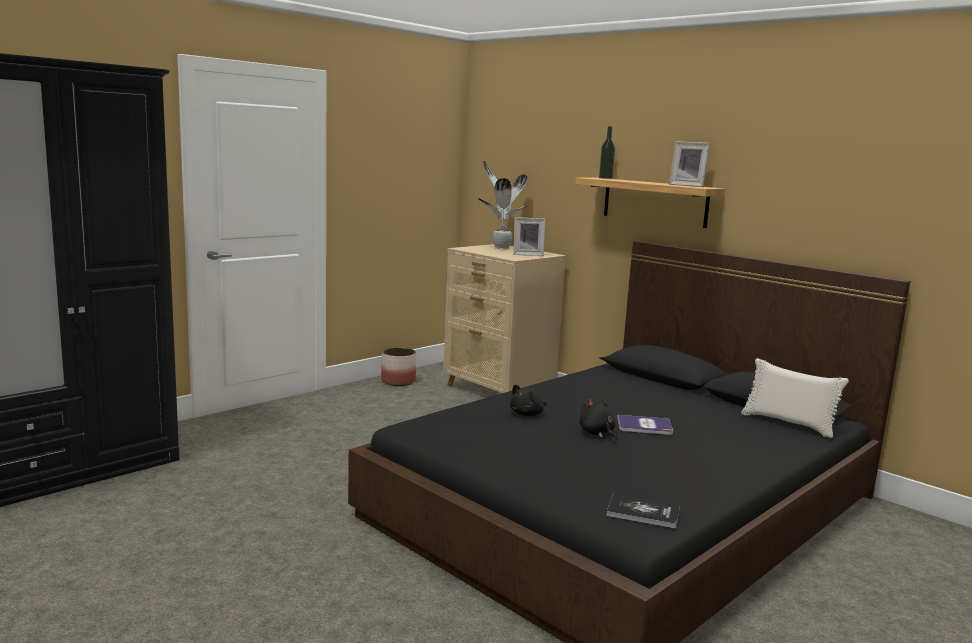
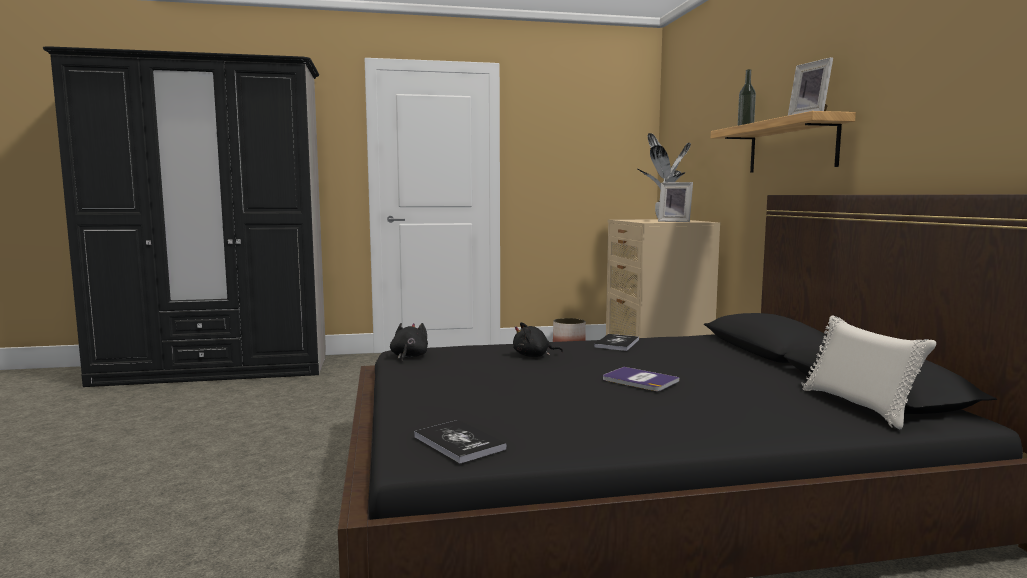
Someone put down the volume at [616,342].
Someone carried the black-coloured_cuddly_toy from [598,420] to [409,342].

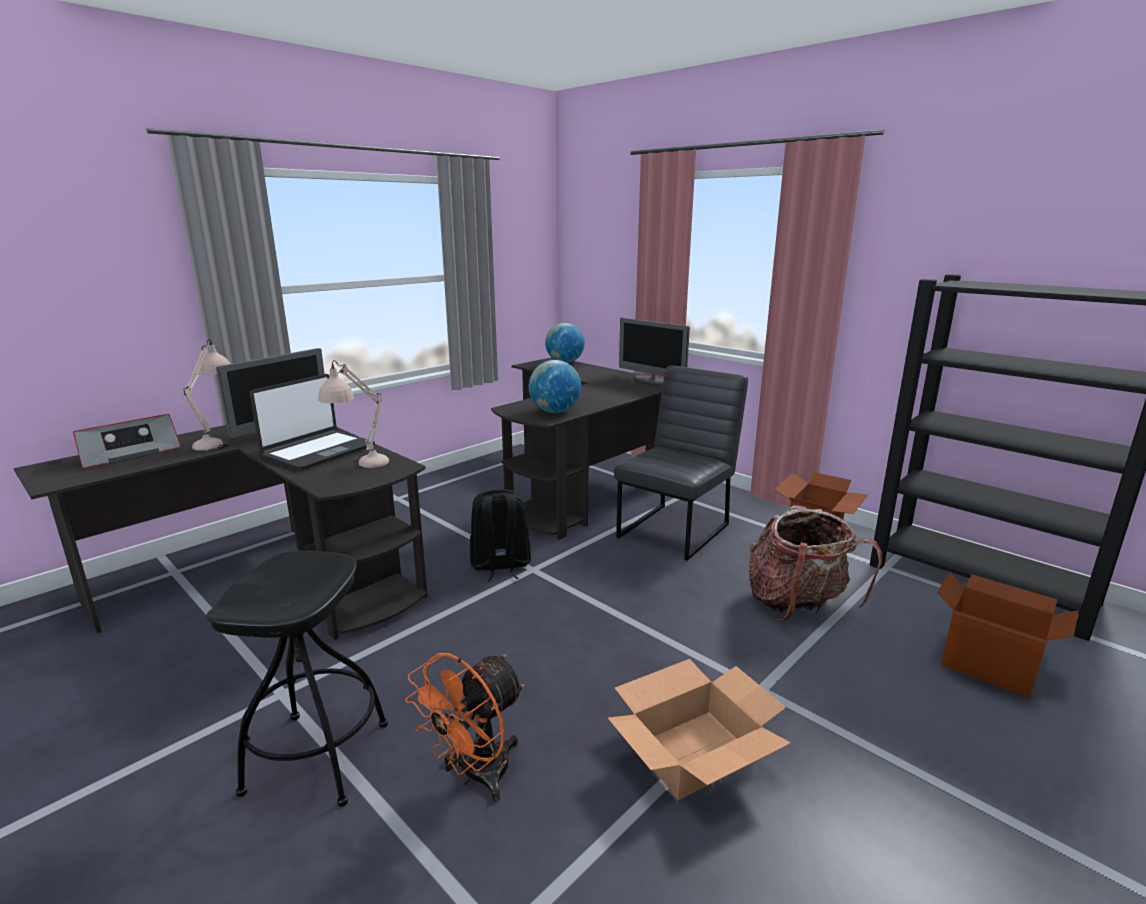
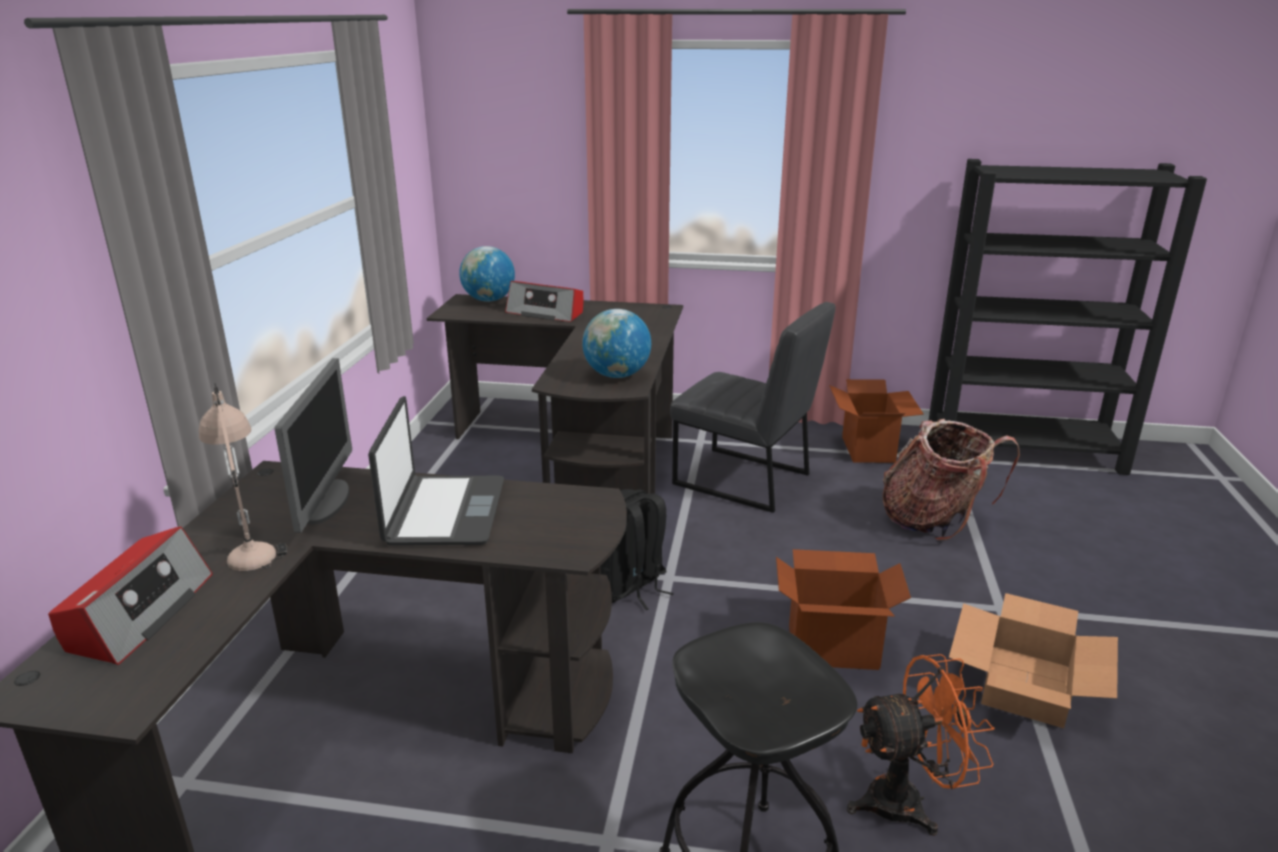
Someone took away the beige_tabletop_lamp at [353,414].
Someone took away the computer_display at [654,351].
Someone put down the radio at [544,301].
Someone carried the packing_box from [1008,635] to [843,609].
Someone rotated the orange-coloured_electric_fan at [465,727] by 105 degrees counterclockwise.
Someone rotated the gray_plain_chair at [681,463] by 120 degrees clockwise.

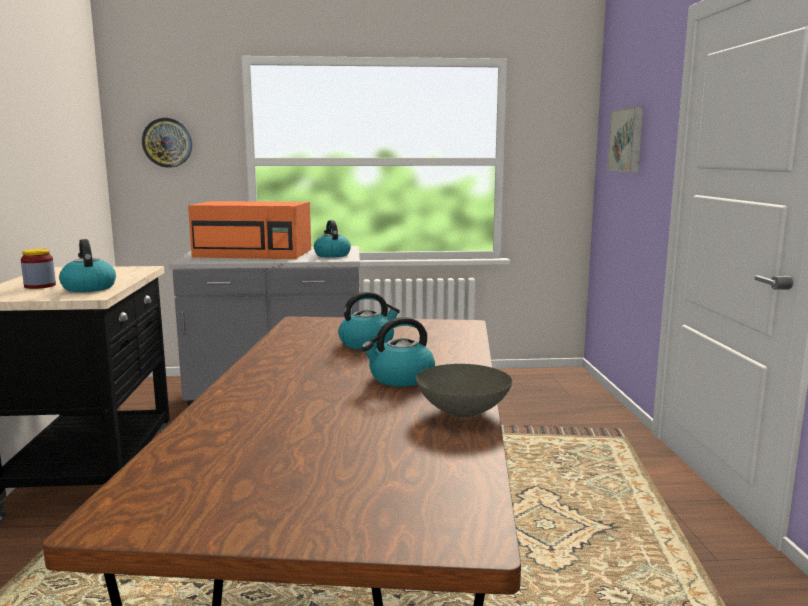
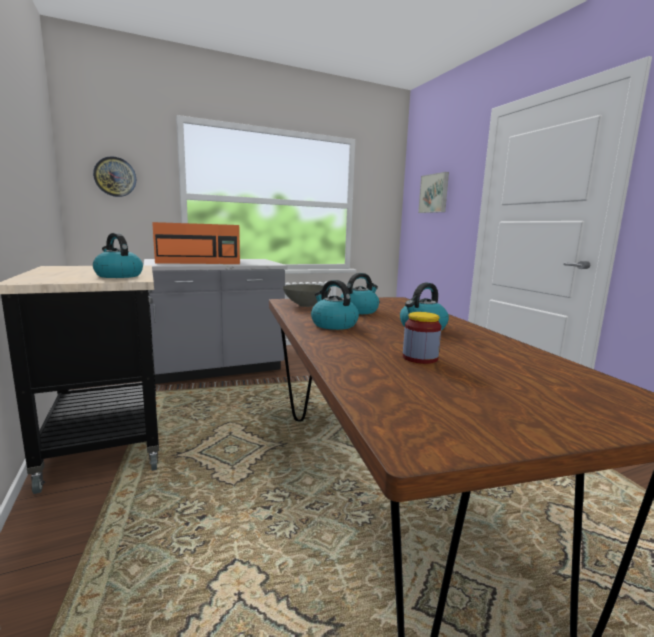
Someone carried the jar from [38,269] to [422,338].
Someone carried the kettle from [332,239] to [335,305].
Someone carried the gray_deep_dish from [464,391] to [307,295].

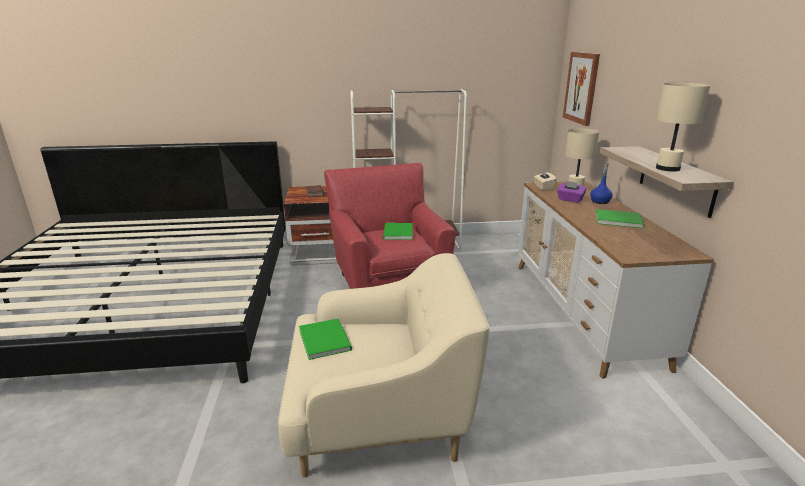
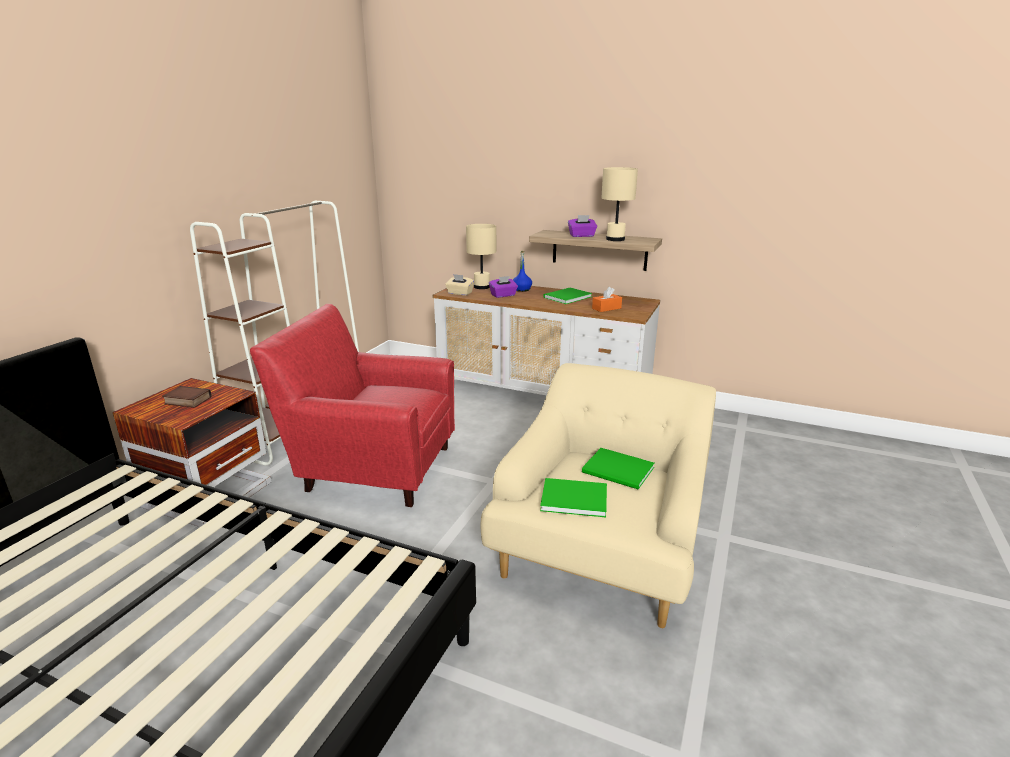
Someone took away the wall_picture at [581,89].
Someone put down the purple_tissue_box at [582,226].
Someone put down the orange-coloured_tissue_box at [607,299].
Someone carried the green_volume from [398,231] to [618,469].

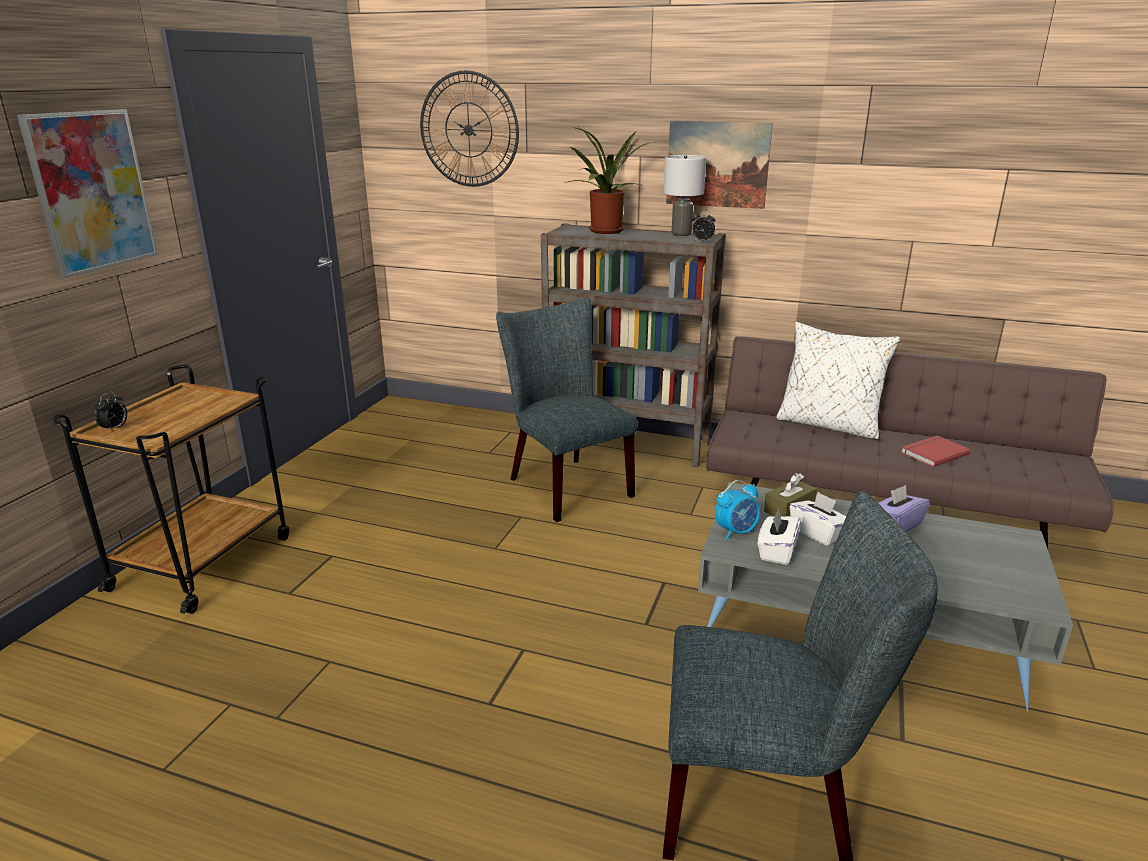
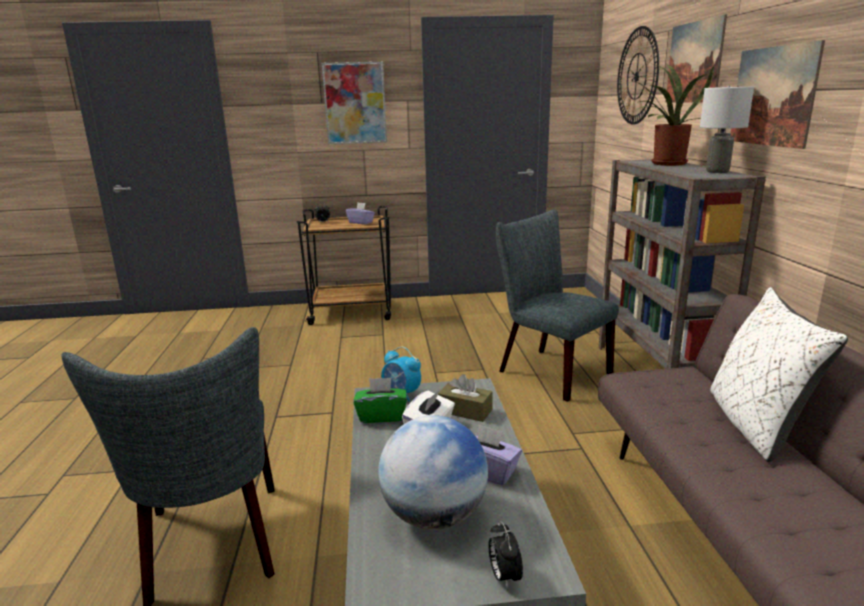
Someone took away the reddish_volume at [936,451].
Someone put down the purple_tissue_box at [360,213].
Someone put down the desk_globe at [433,472].
Someone put up the wall_picture at [696,58].
Someone carried the table_clock from [703,226] to [505,555].
Someone repainted the white-coloured_tissue_box at [779,536], which became the green_tissue_box at [380,400].
Someone rotated the gray_plain_chair at [566,409] by 75 degrees counterclockwise.

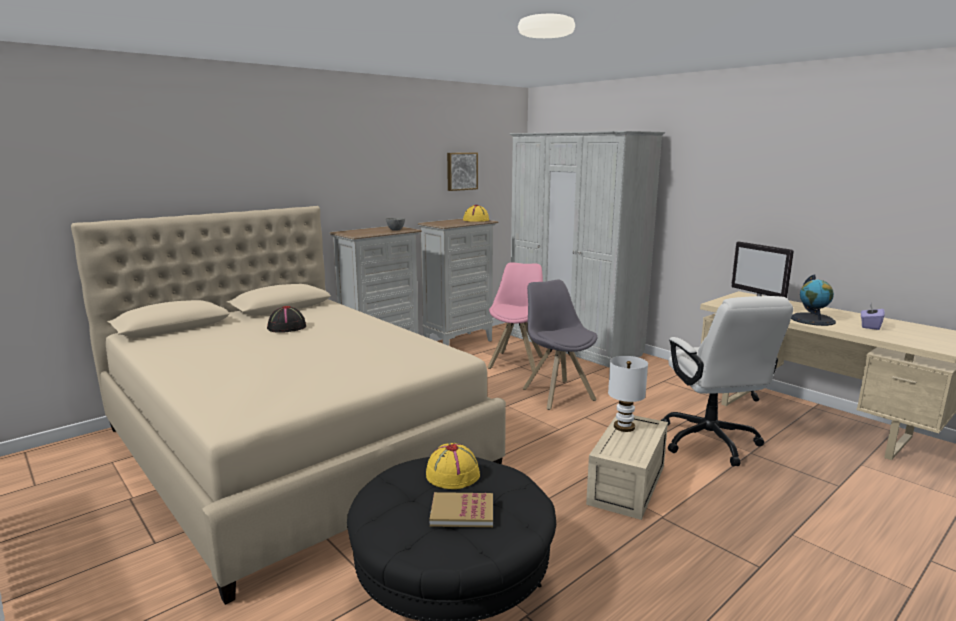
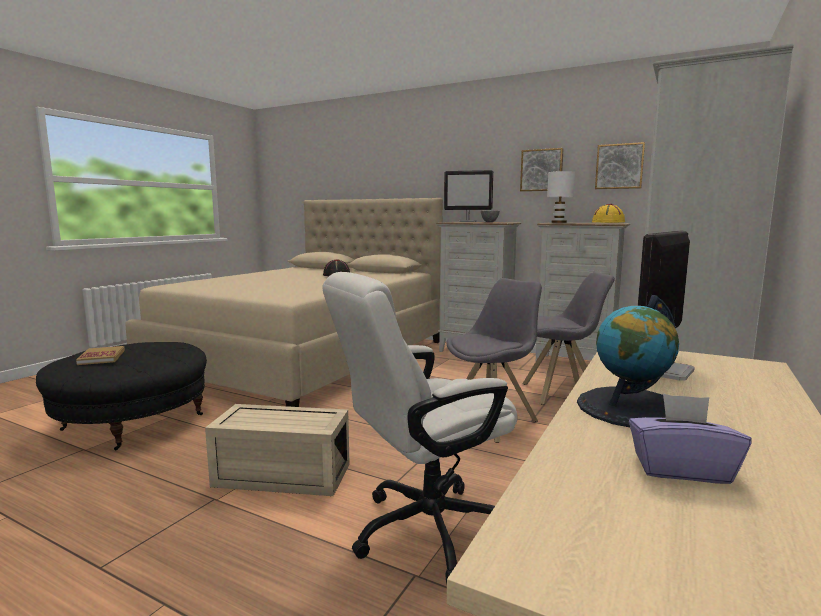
Someone took away the yellowish_clothing_hat at [453,466].
Someone put down the computer_display at [468,196].
Someone put up the wall_picture at [542,170].
Someone carried the white-coloured_tabletop_lamp from [628,394] to [561,197].
Someone repainted the pink-coloured_plain_chair at [515,317], which became the gray_plain_chair at [568,338].

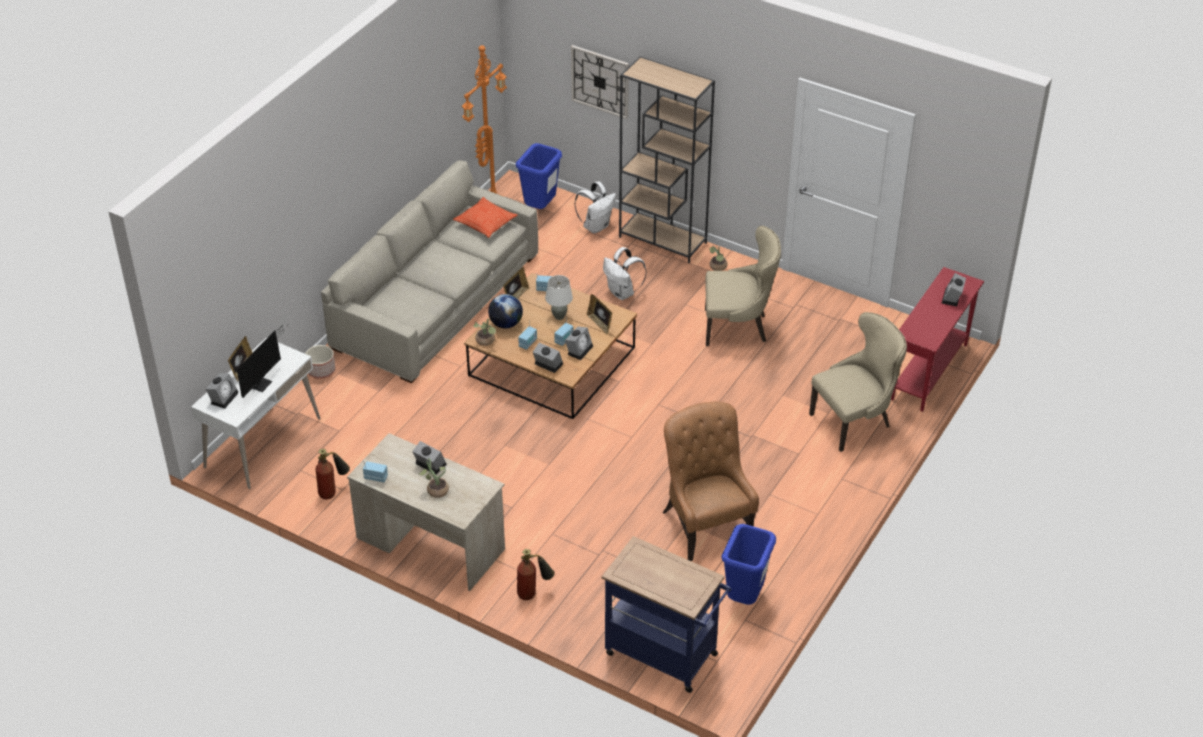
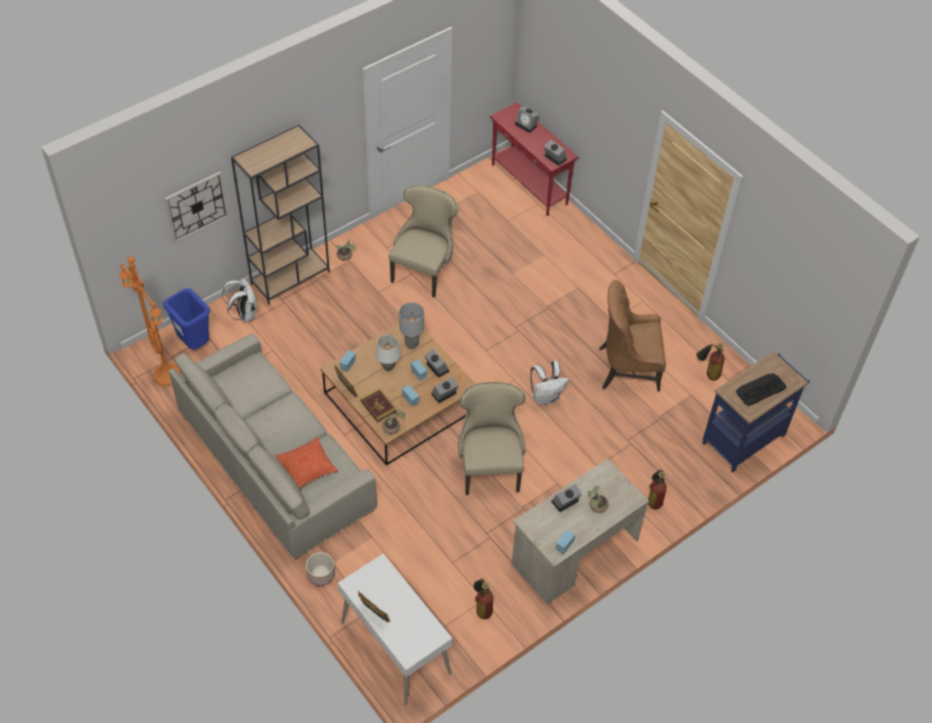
Someone took away the computer_display at [262,361].
Someone put down the PC_keyboard at [761,389].
Someone carried the table_clock from [222,391] to [555,153].
Someone carried the orange-coloured_cushion from [485,217] to [306,462].
Someone carried the white-coloured_backpack from [625,273] to [549,383].
Someone carried the beige_plain_chair from [858,382] to [492,438].
Someone swapped the desk_globe at [505,311] for the volume at [378,405].
Someone swapped the picture_frame at [599,314] for the gray_tabletop_lamp at [411,325].
Someone swapped the blue_waste_bin at [749,564] for the fire-fighting_cylinder at [710,361].

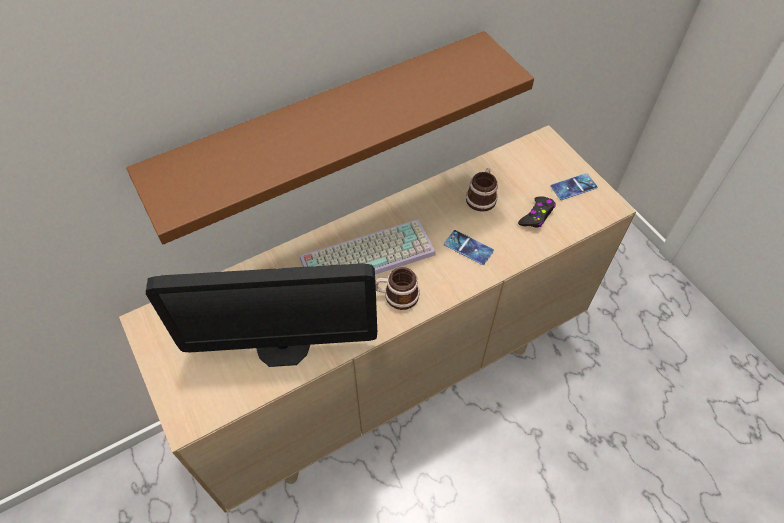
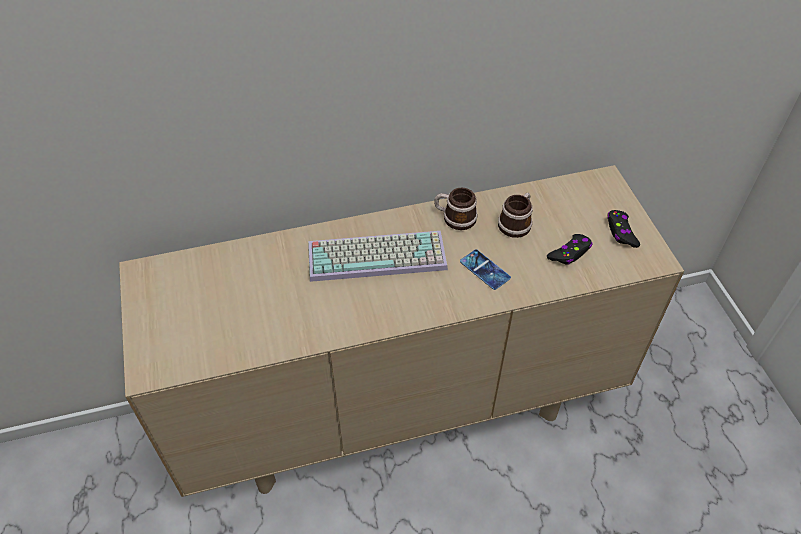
Someone took away the brownish_bracket_shelf at [330,137].
Someone took away the computer_display at [261,315].
Someone carried the tea_mug from [397,288] to [456,209].
Someone swapped the phone at [573,186] for the black-coloured_joypad at [623,229].

